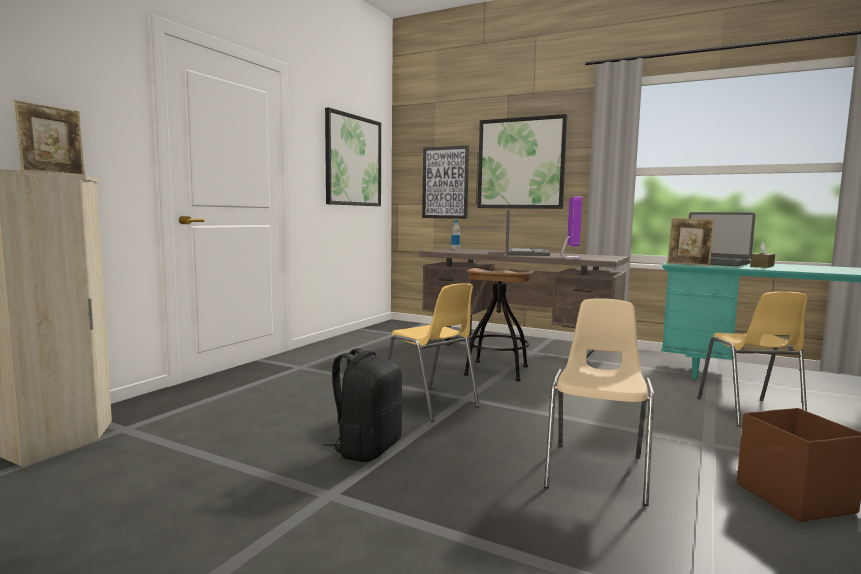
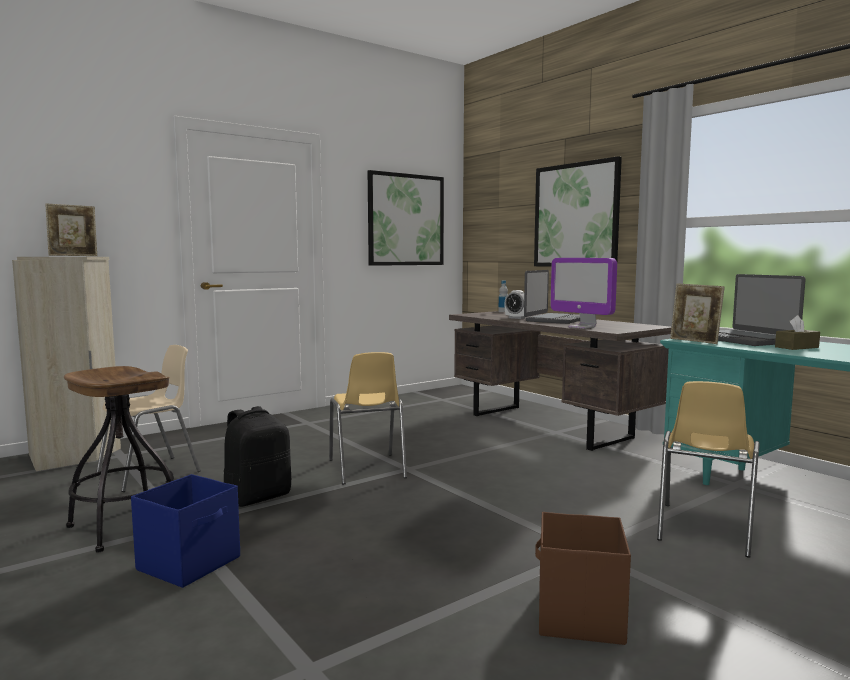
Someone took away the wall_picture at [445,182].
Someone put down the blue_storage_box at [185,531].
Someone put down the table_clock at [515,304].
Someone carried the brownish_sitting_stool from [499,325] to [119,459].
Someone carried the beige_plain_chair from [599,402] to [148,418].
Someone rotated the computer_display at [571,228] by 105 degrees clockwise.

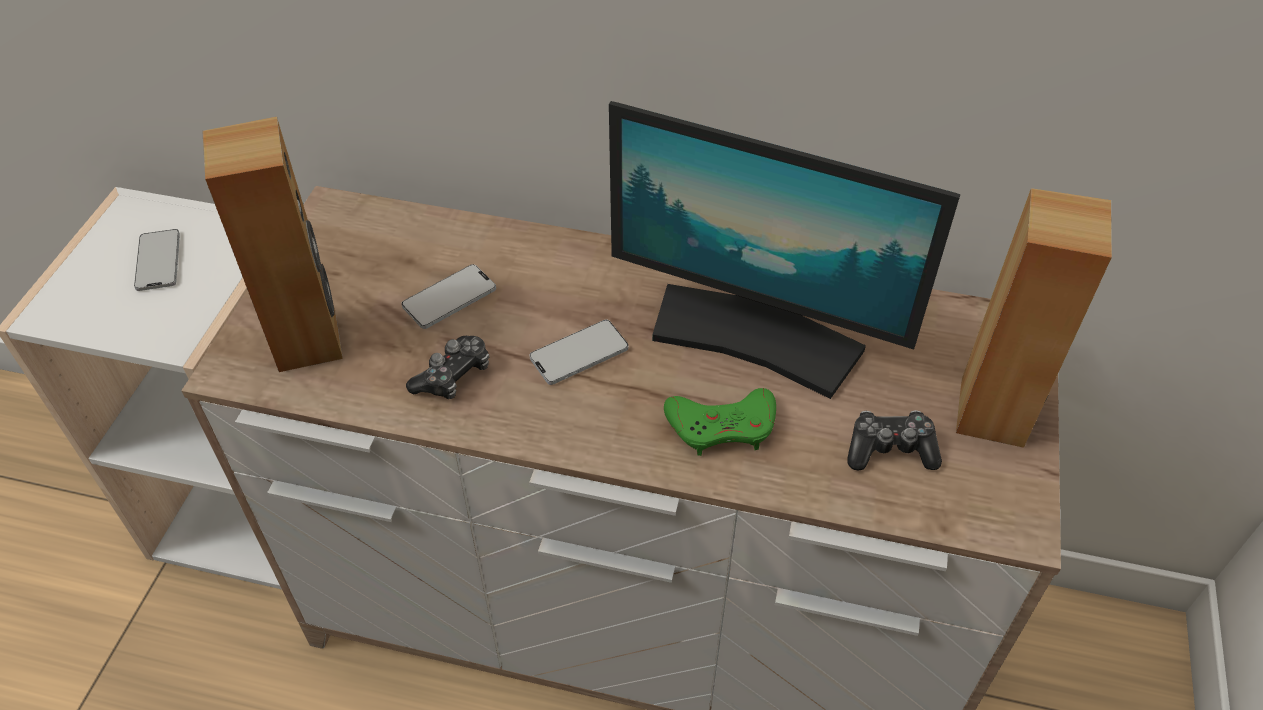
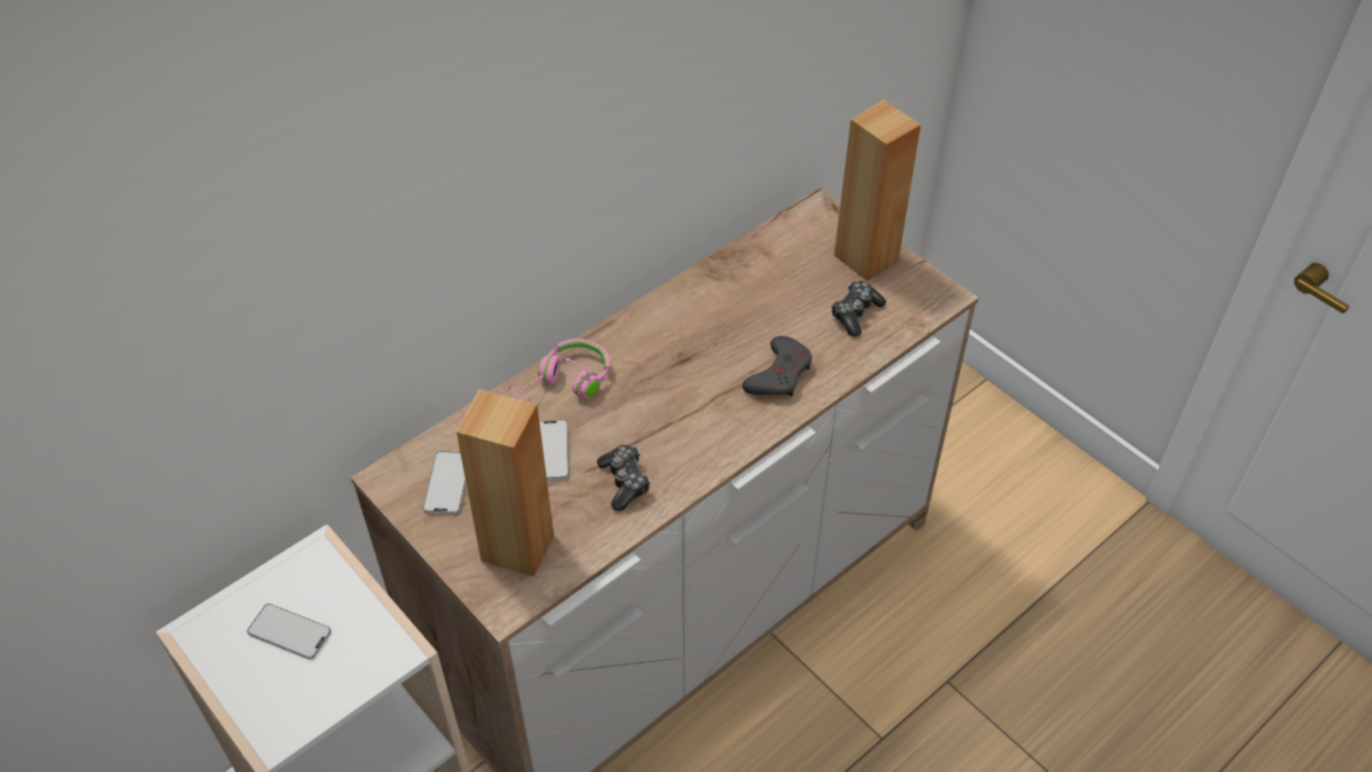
Someone took away the computer_display at [784,250].
Someone put down the pink-coloured_headset at [559,370].
Someone carried the phone from [579,352] to [444,482].
Someone repainted the green_joypad at [720,422], which became the gray_joypad at [777,366].

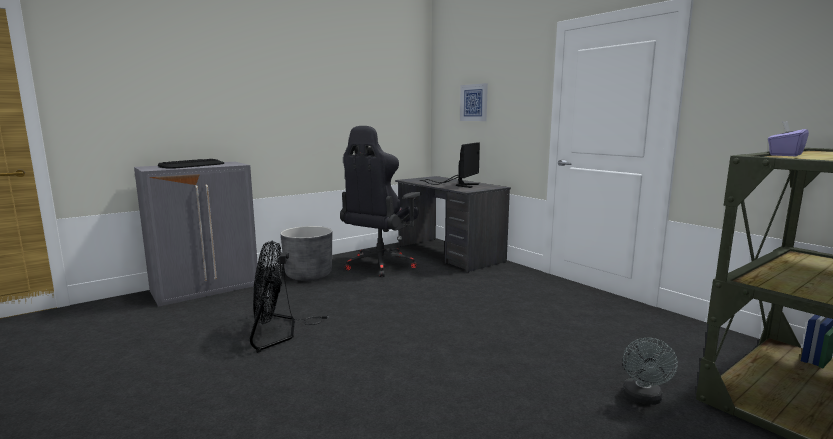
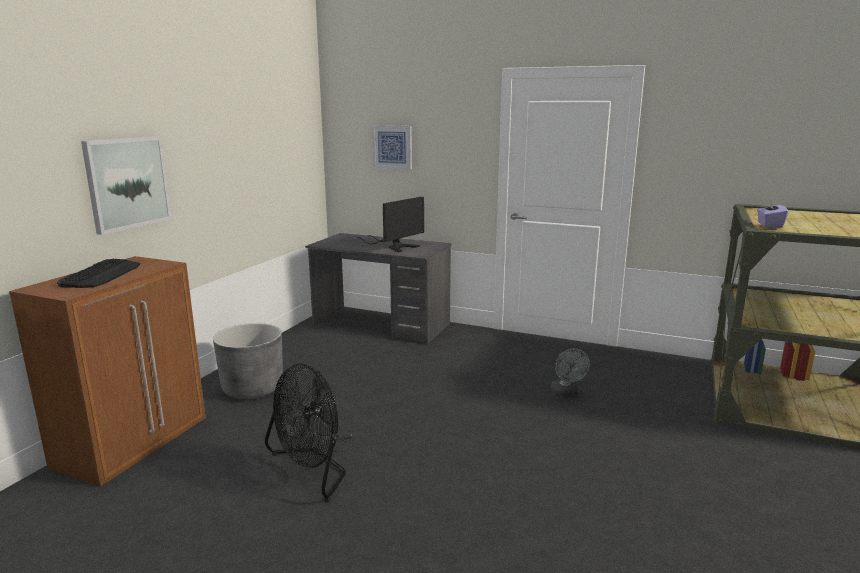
Someone took away the black-coloured_computer_chair at [380,201].
Someone put up the wall_picture at [126,185].
Someone carried the gray_electric_fan from [650,371] to [570,372].
Someone repainted the gray_cabinet at [196,234], which became the brownish_cabinet at [107,371].
Someone rotated the computer_display at [450,165] by 45 degrees clockwise.

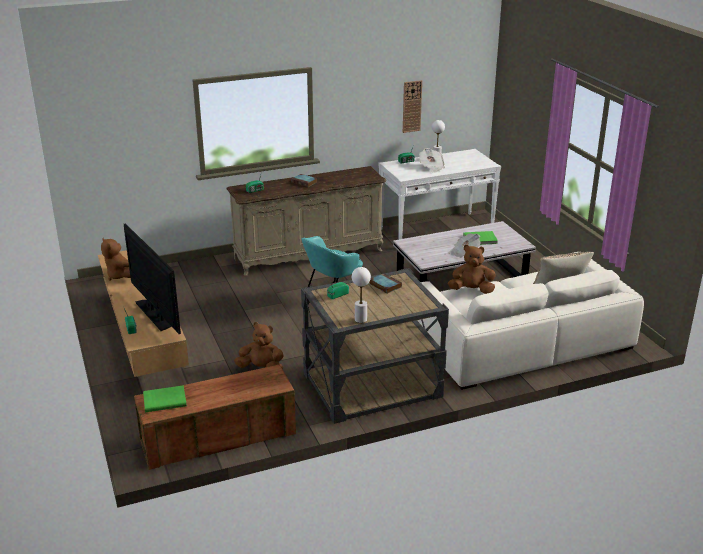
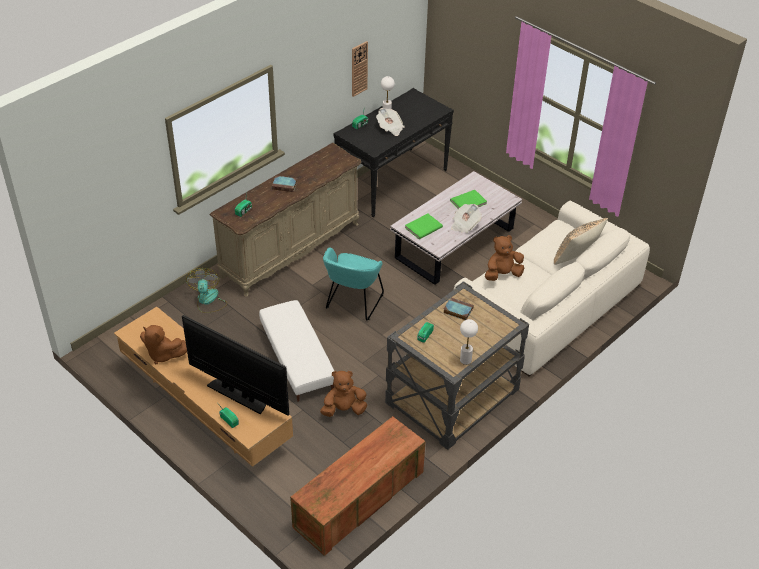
Someone put down the electric_fan at [206,290].
Someone put down the white-coloured_pouffe at [296,351].
Someone carried the green_volume from [165,398] to [424,226].
Someone repainted the white-coloured_narrow_table at [439,194], which became the black-coloured_narrow_table at [394,152].

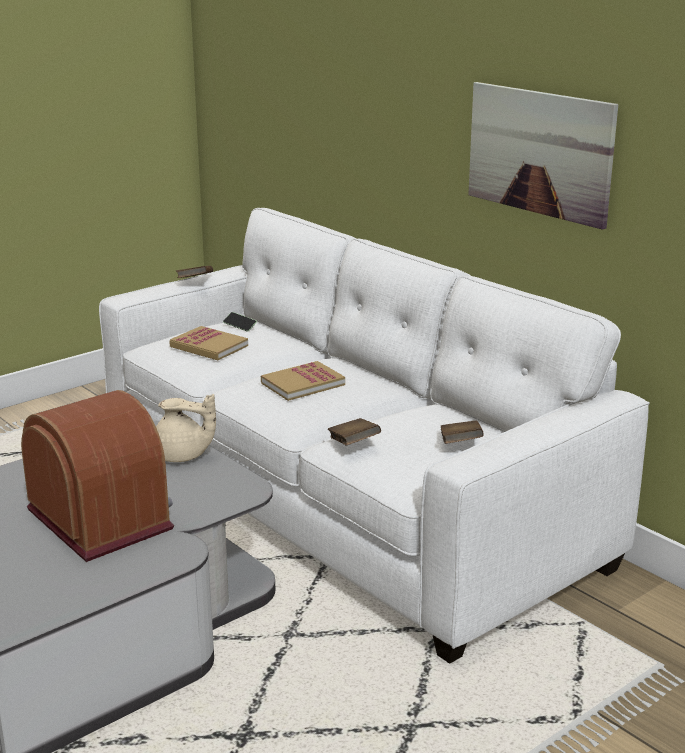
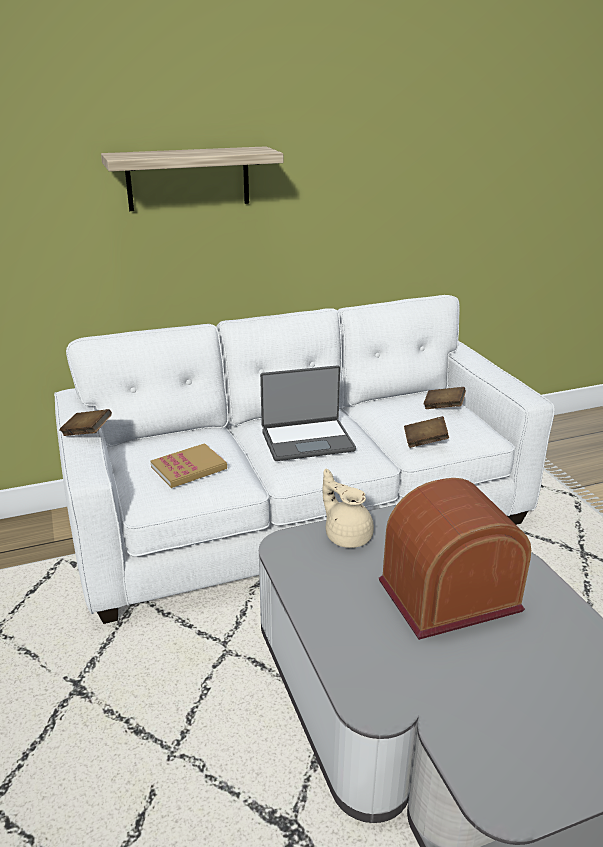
Someone took away the phone at [240,321].
Someone took away the wall_picture at [543,156].
Someone put up the bracket_shelf at [192,178].
Someone swapped the volume at [303,381] for the notebook_computer at [308,413].
Someone rotated the beige_tea_pot at [186,428] by 75 degrees counterclockwise.

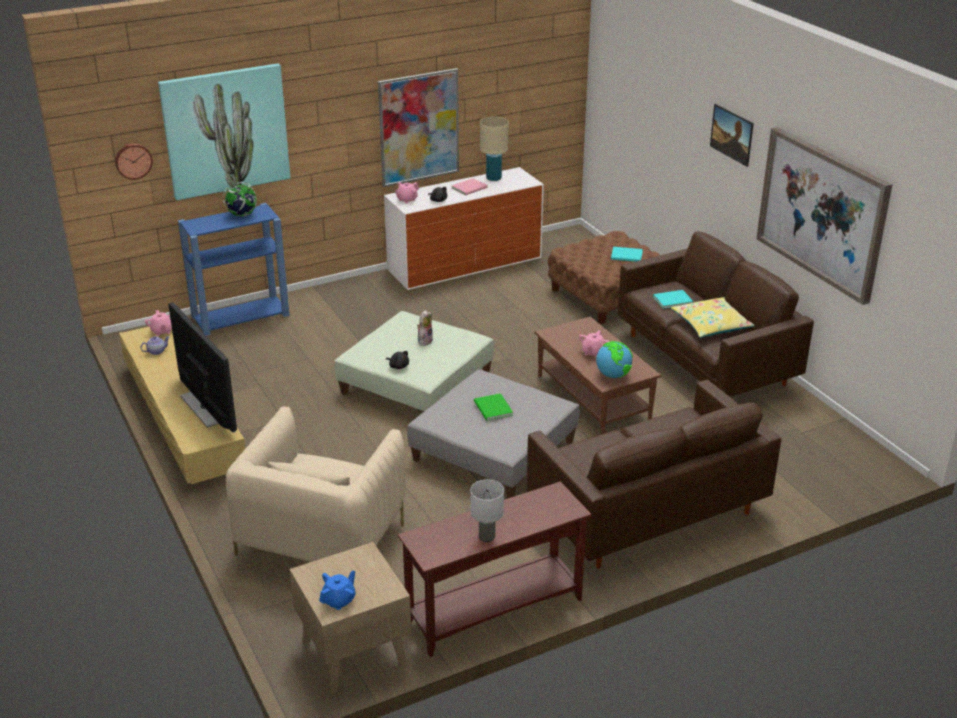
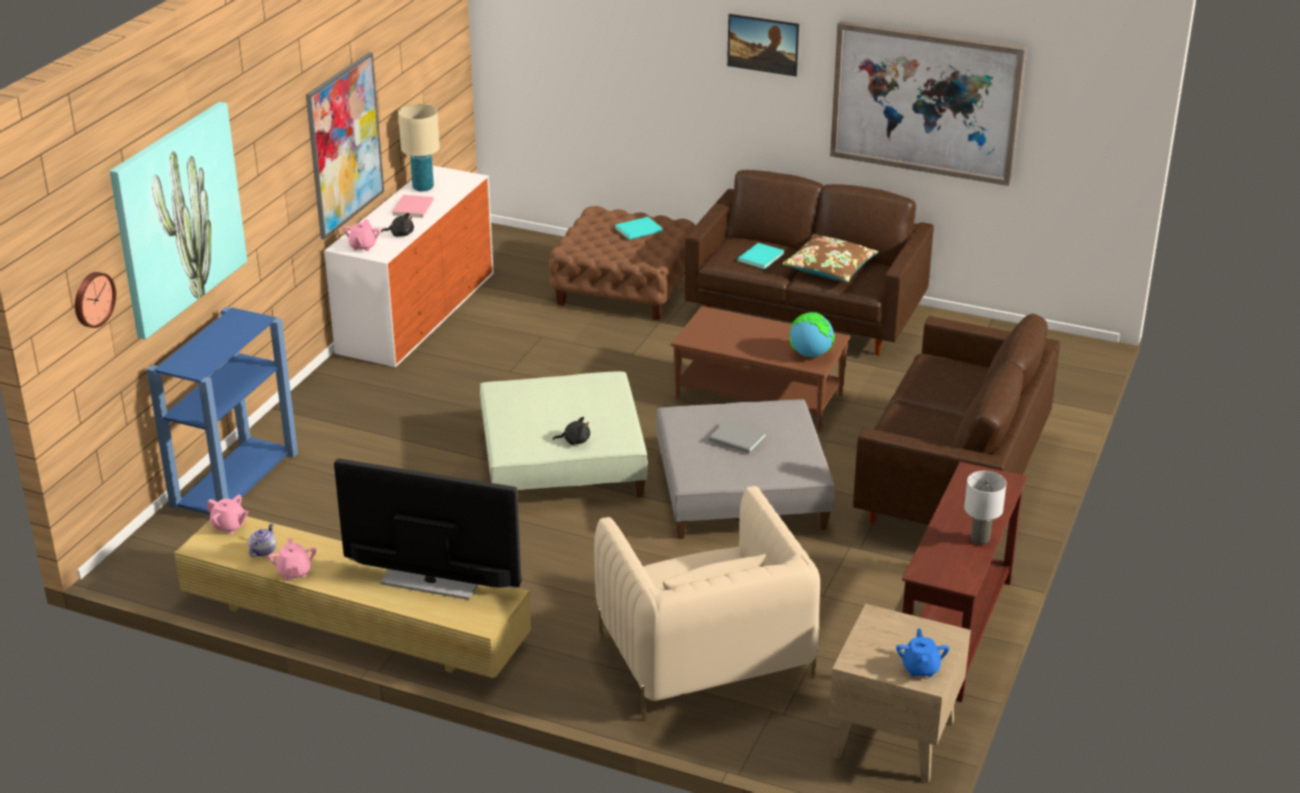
Someone took away the desk_globe at [240,199].
Someone took away the cuddly_toy at [425,328].
Someone carried the pink-coloured_tea_pot from [594,343] to [292,559].
Someone repainted the green_volume at [493,407], which became the gray_volume at [737,436].
Someone repainted the yellowish_cushion at [713,317], which became the brownish_cushion at [830,258].

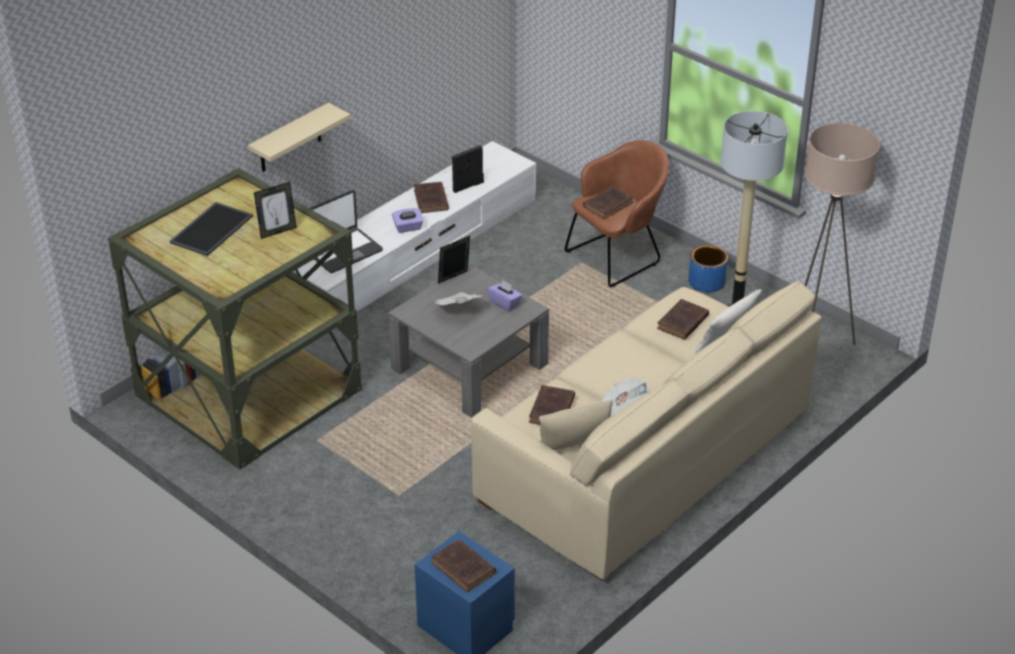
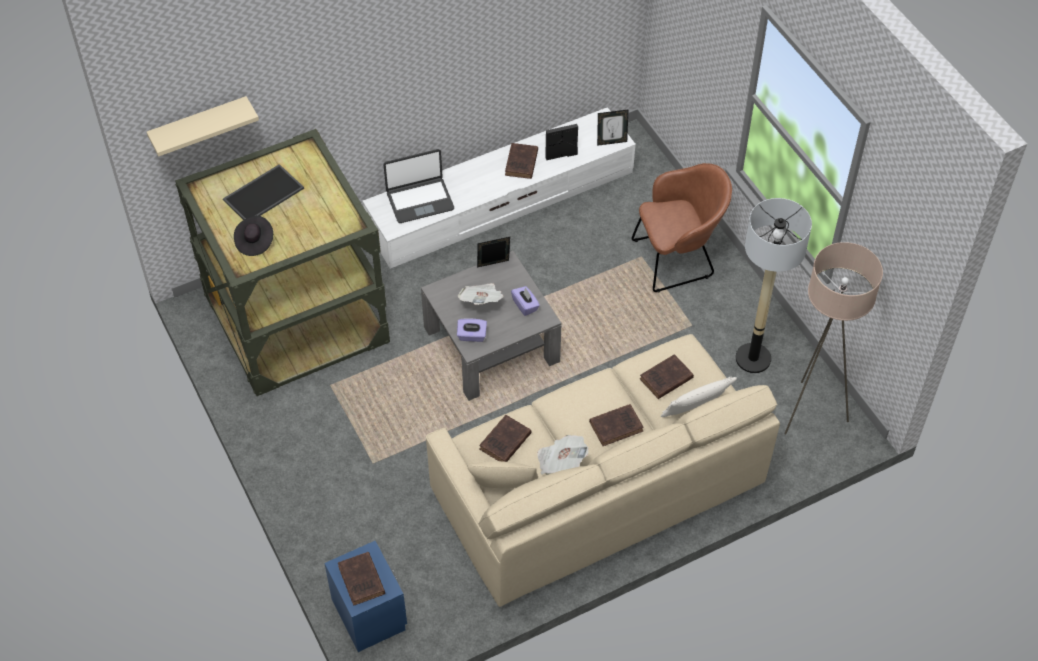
Someone took away the blue_flower_pot at [708,269].
Someone put down the black-coloured_clothing_hat at [253,236].
Someone carried the beige_bracket_shelf from [299,137] to [203,126].
Someone carried the picture_frame from [275,210] to [612,128].
Someone carried the purple_tissue_box from [407,220] to [472,330].
Someone carried the brownish_volume from [608,202] to [616,425].

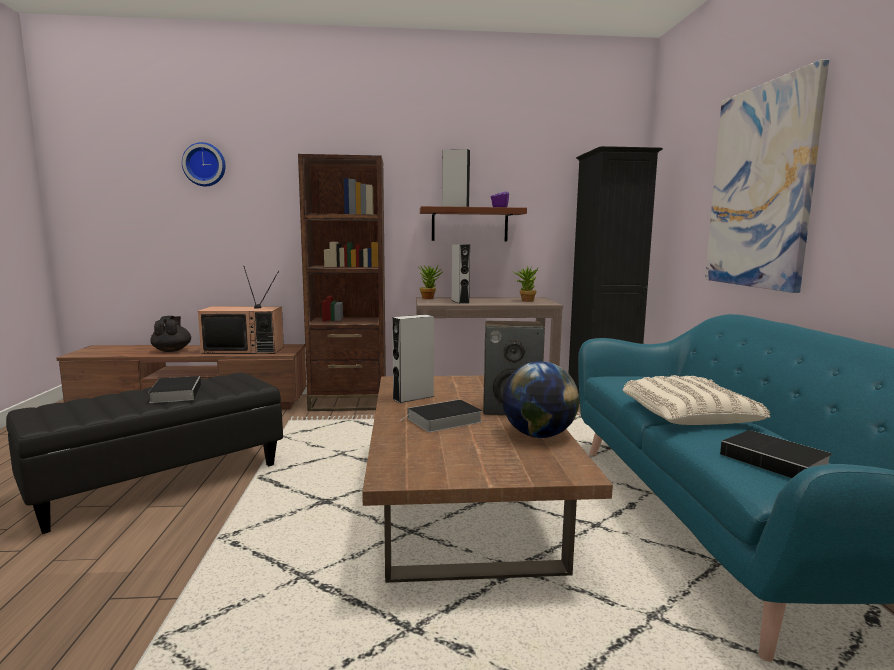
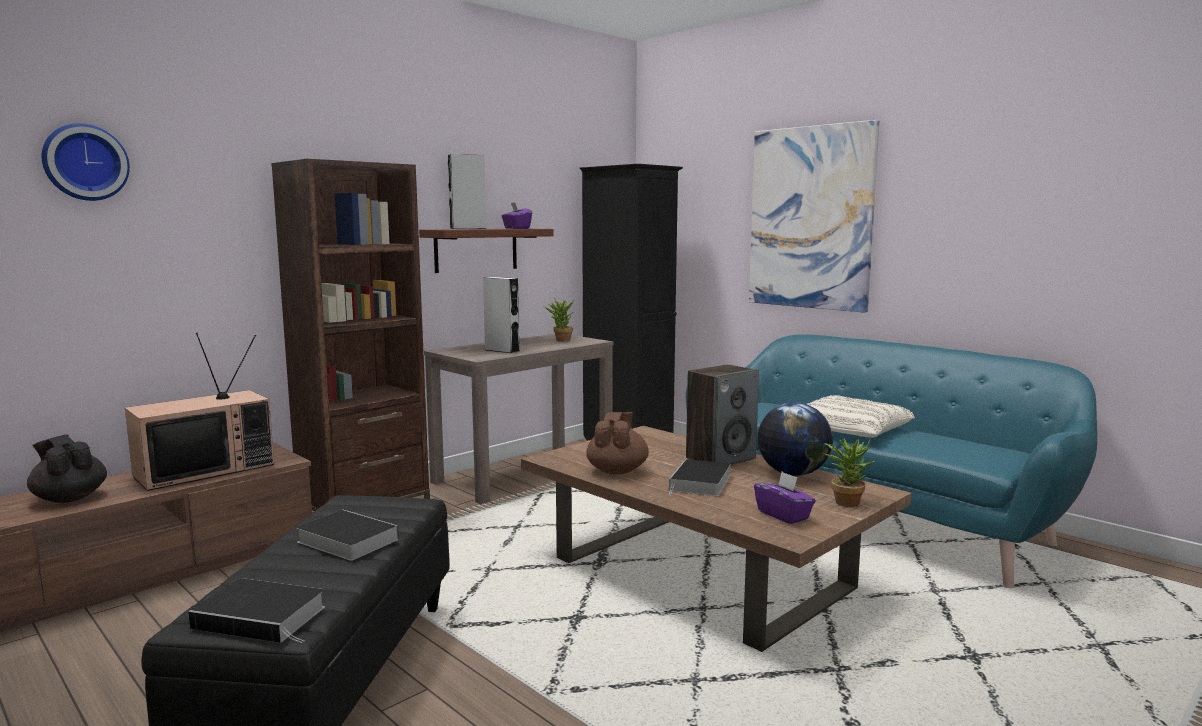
Someone put down the purple_tissue_box at [785,498].
Someone carried the houseplant from [429,282] to [849,471].
Someone carried the volume from [776,454] to [256,610].
Someone swapped the gray_loudspeaker at [413,358] for the brownish_tea_pot at [617,443].

